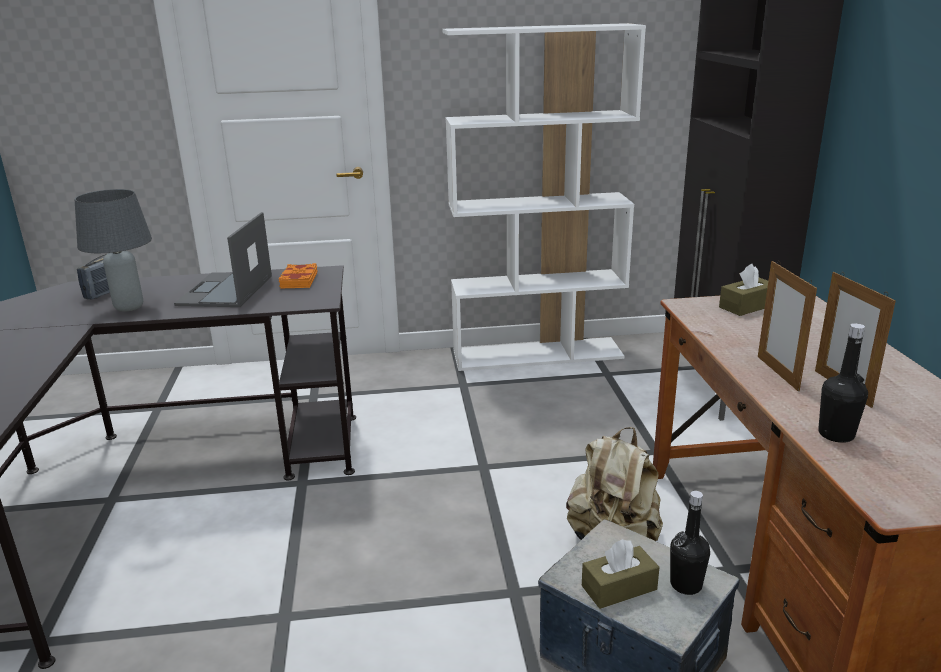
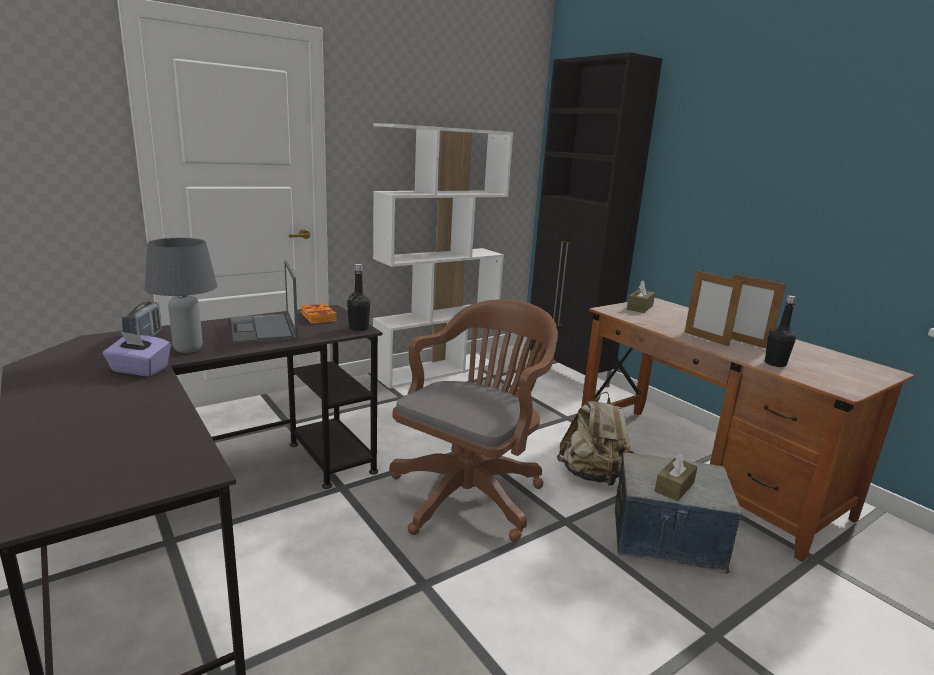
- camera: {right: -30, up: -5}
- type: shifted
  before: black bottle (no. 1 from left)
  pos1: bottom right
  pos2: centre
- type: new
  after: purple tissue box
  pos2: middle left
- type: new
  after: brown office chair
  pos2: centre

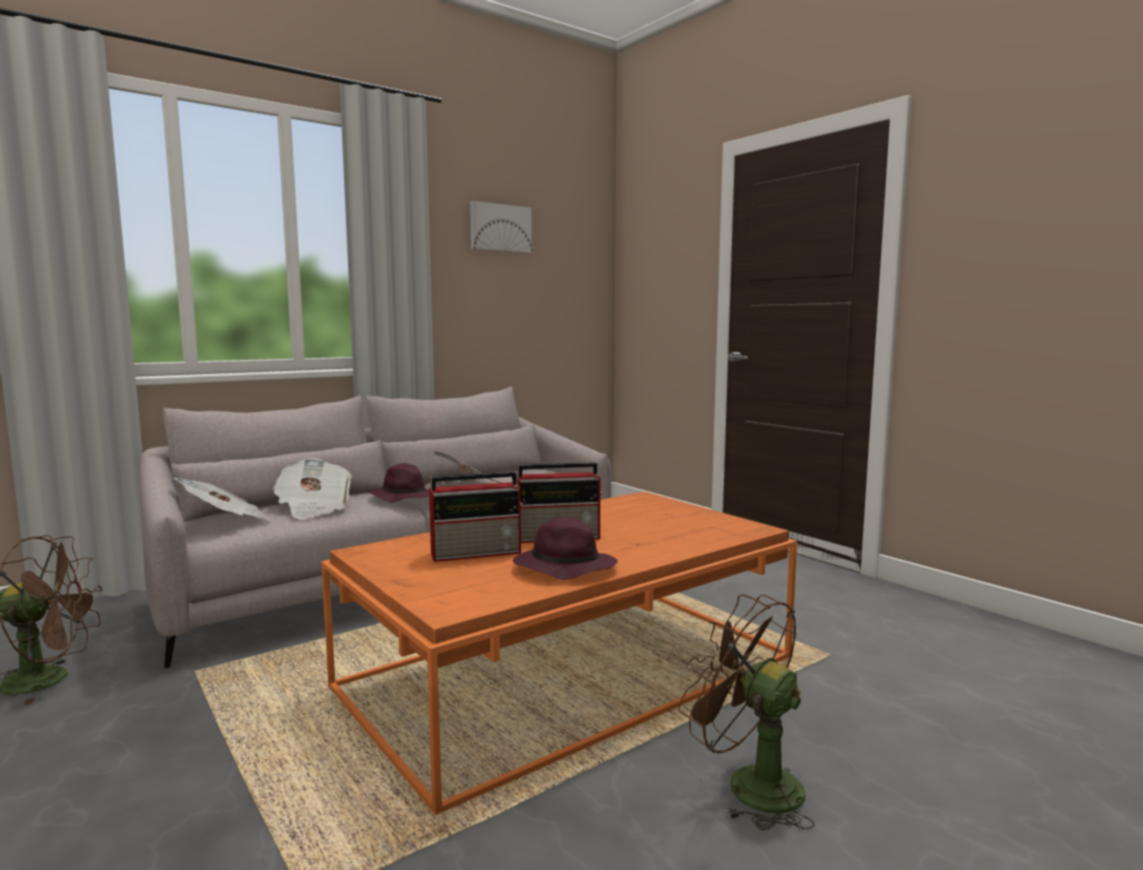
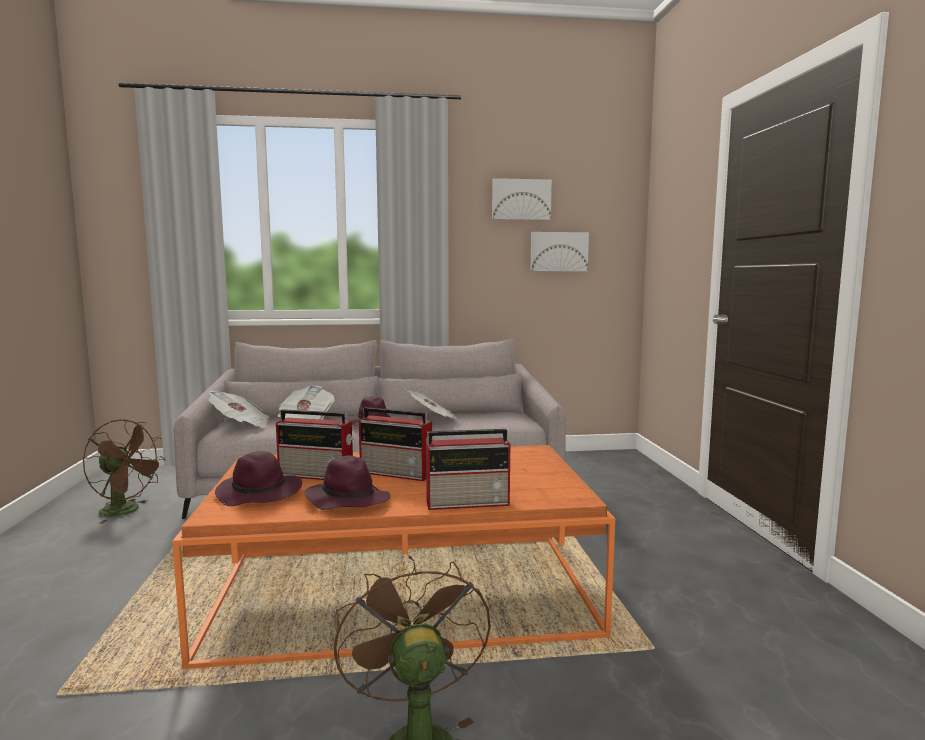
- camera: {right: 30, up: 0}
- type: new
  after: purple hat (no. 1 from left)
  pos2: middle left
- type: new
  after: radio (no. 3 from left)
  pos2: centre
- type: new
  after: picture (no. 2 from left)
  pos2: centre

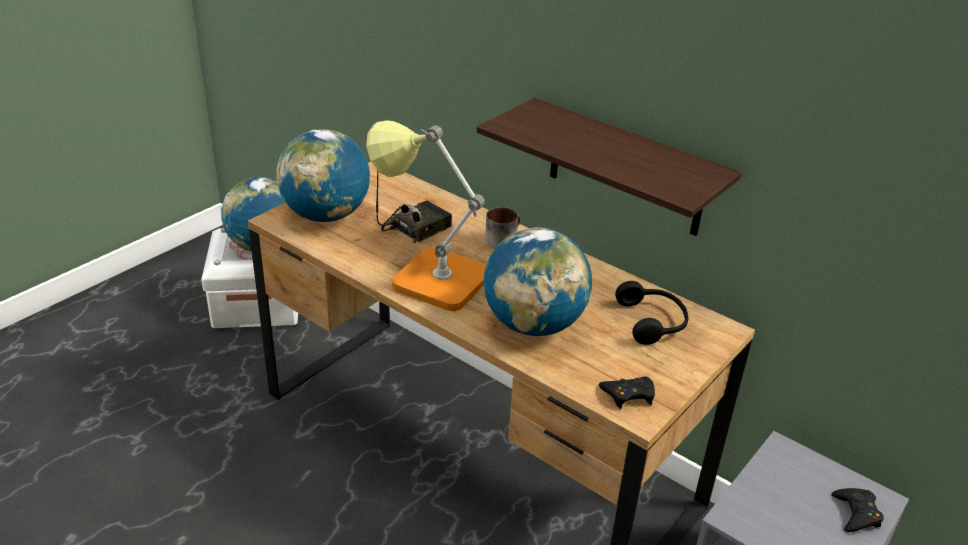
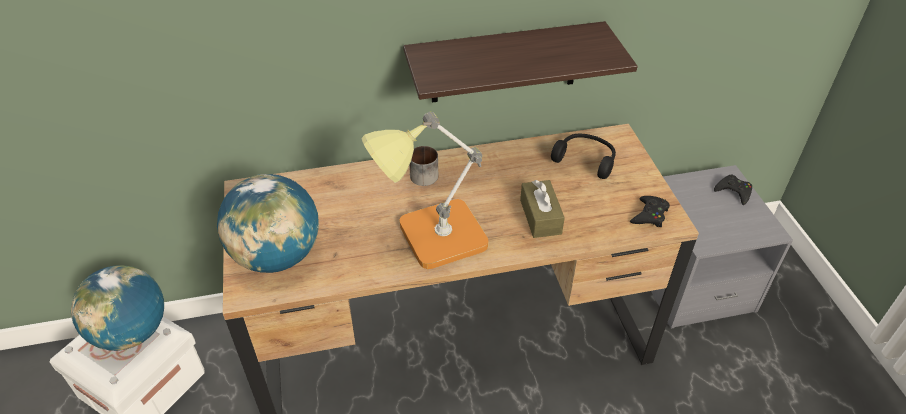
- camera: {right: -50, up: 10}
- type: gone
  before: radio
  pos1: centre
- type: swapped
  before: globe (no. 3 from left)
  after: brown tissue box
  pos1: centre
  pos2: centre

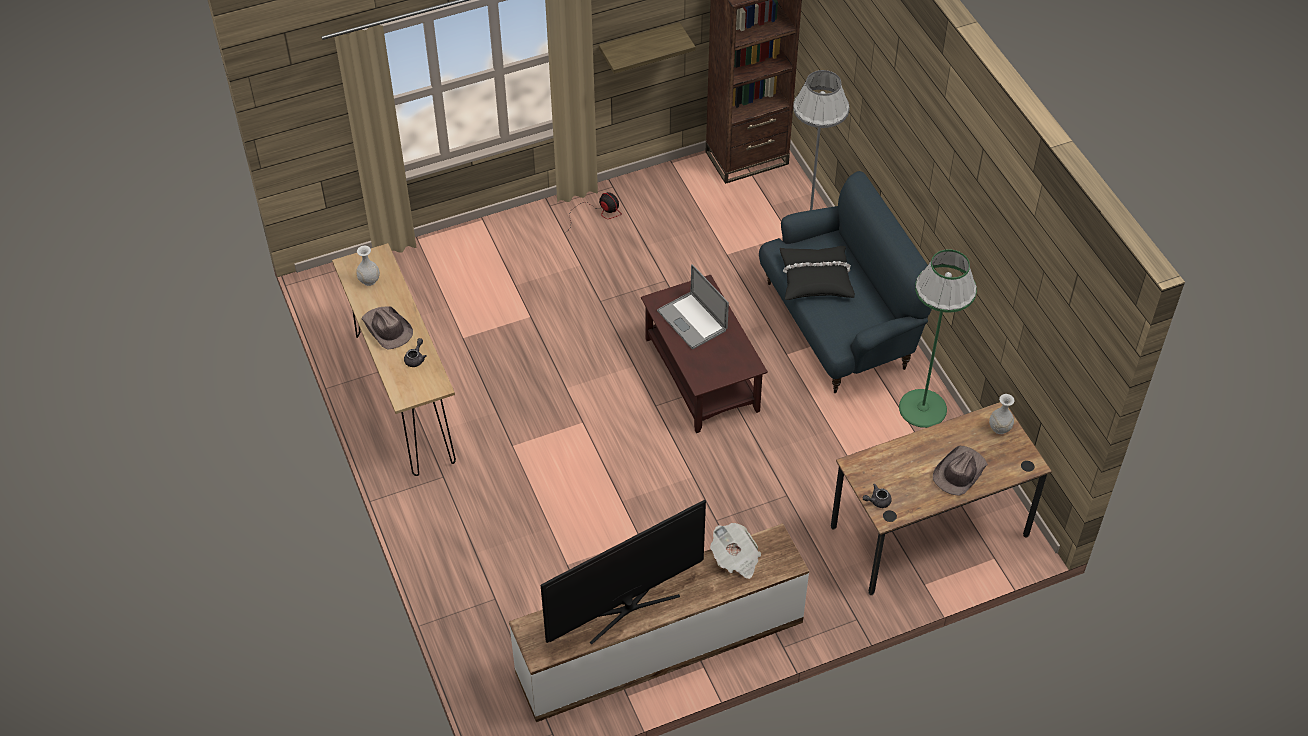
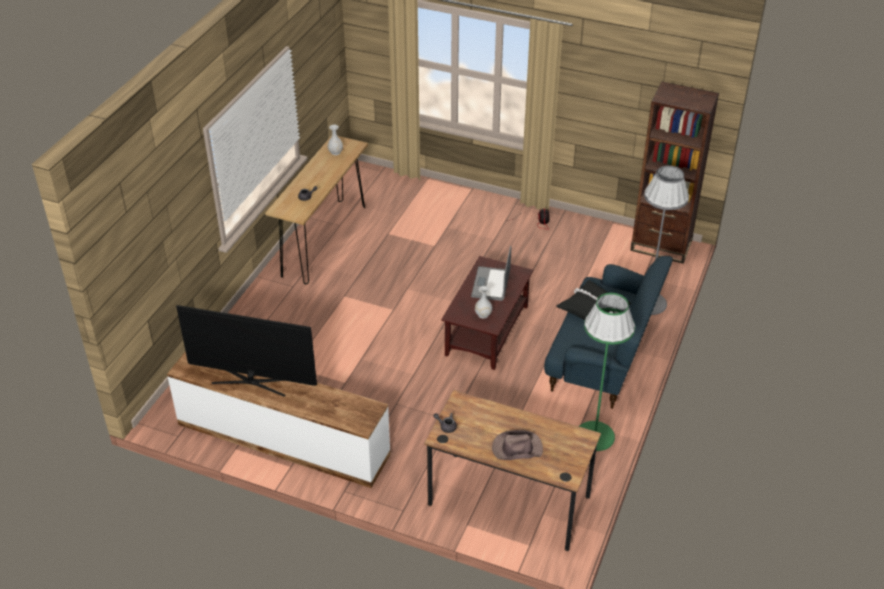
- camera: {right: 45, up: -10}
- type: gone
  before: brown hat (no. 1 from left)
  pos1: middle left
- type: gone
  before: shelf
  pos1: top centre
- type: gone
  before: newspaper
  pos1: bottom centre
- type: shifted
  before: white vase (no. 2 from left)
  pos1: middle right
  pos2: centre

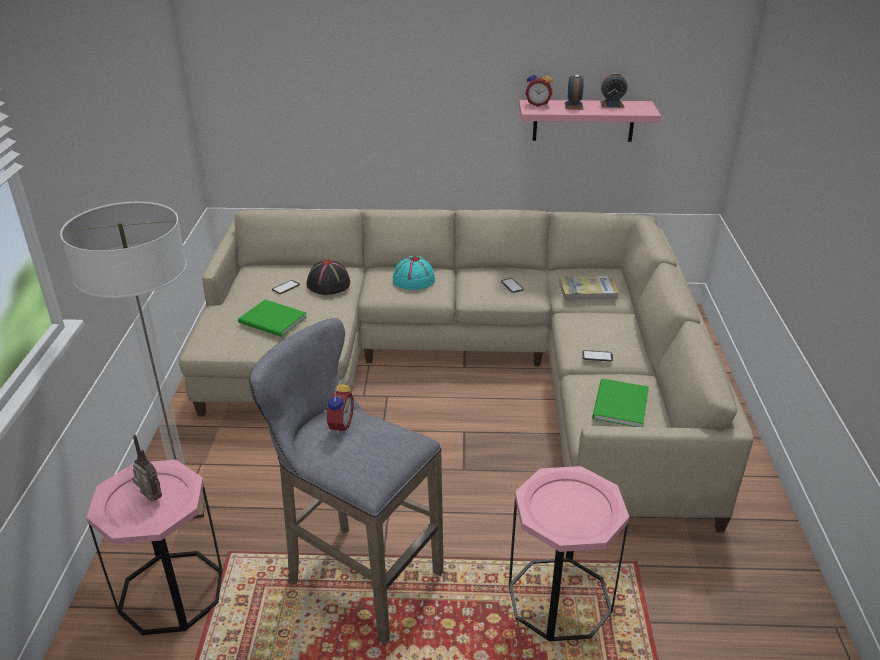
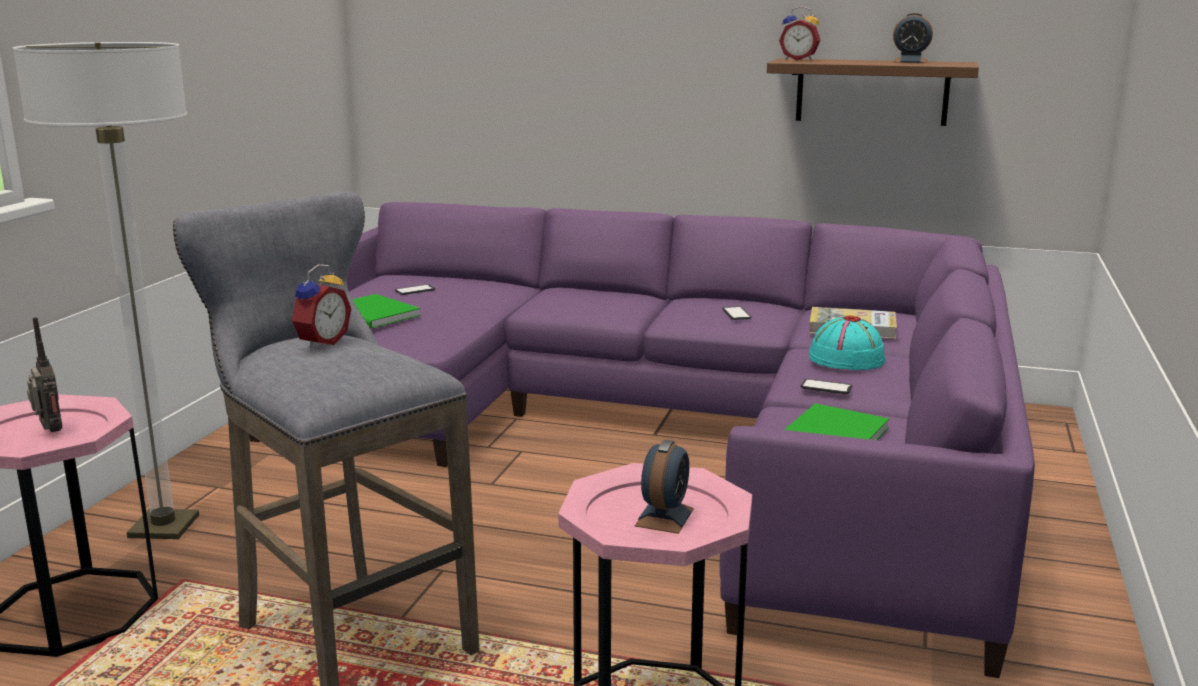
- camera: {right: 15, up: -15}
- type: repainted
  before: beige sofa
  after: purple sofa
  pos1: centre
  pos2: centre
- type: gone
  before: black hat
  pos1: centre
- type: shifted
  before: turquoise hat
  pos1: centre
  pos2: middle right
- type: repainted
  before: pink shelf
  after: brown shelf
  pos1: top right
  pos2: top right
- type: shifted
  before: alarm clock (no. 3 from left in the first image)
  after: alarm clock (no. 2 from left)
  pos1: top centre
  pos2: bottom centre

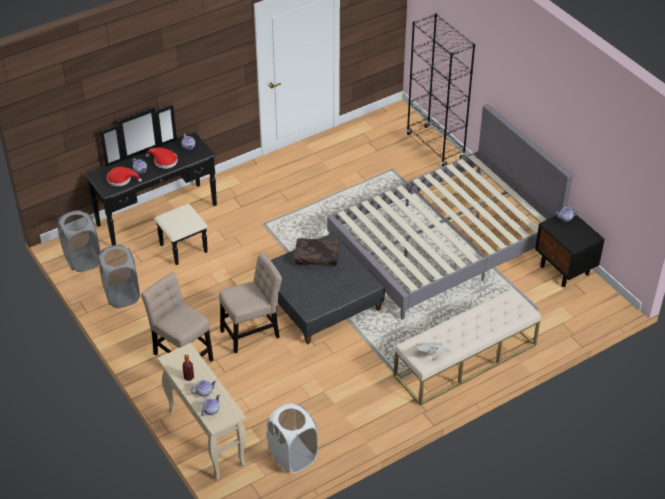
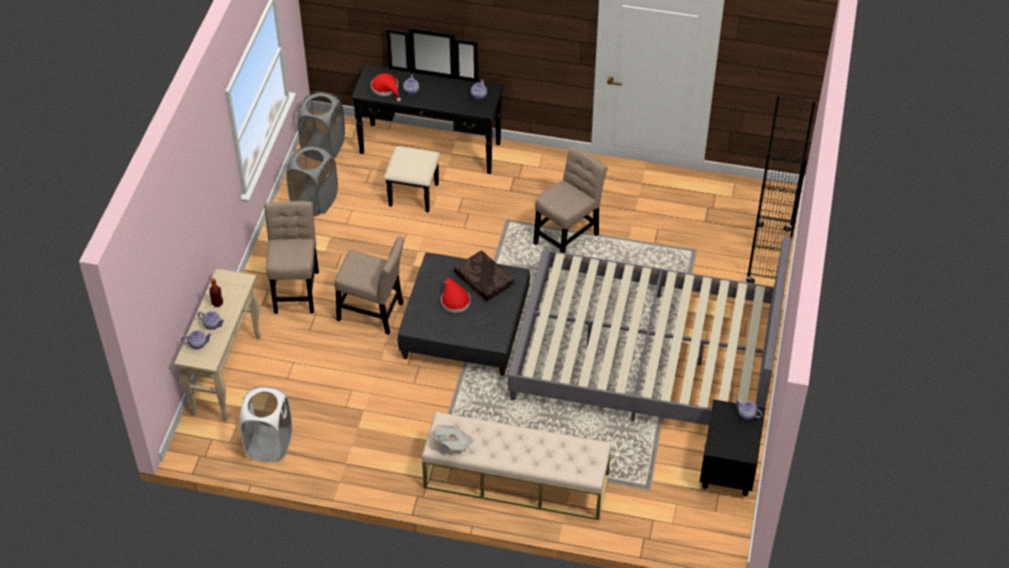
- camera: {right: 45, up: 5}
- type: shifted
  before: red hat (no. 2 from left)
  pos1: top left
  pos2: centre
- type: new
  after: beige chair (no. 3 from left)
  pos2: centre

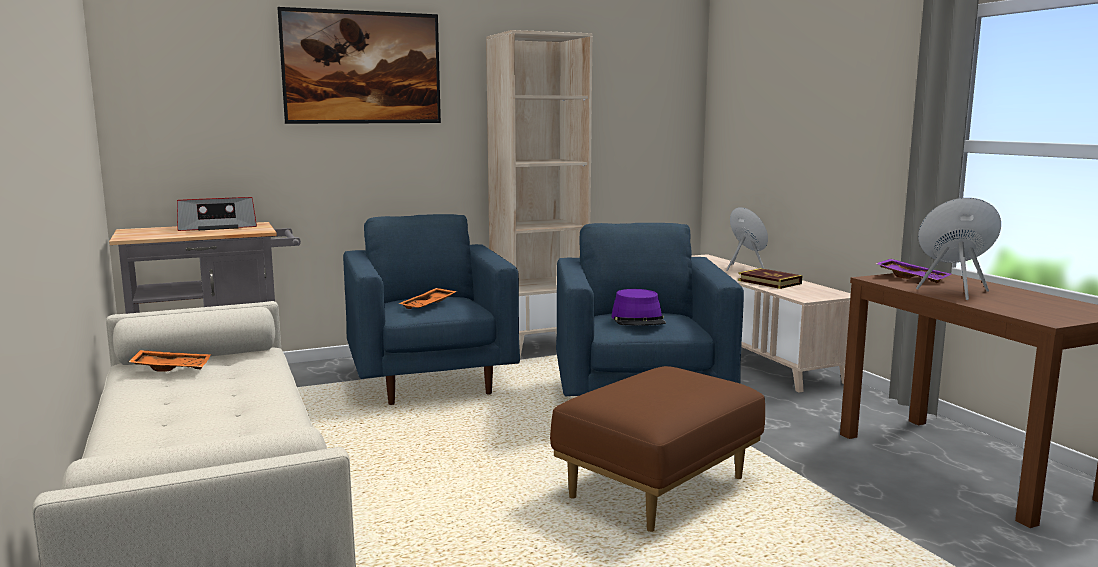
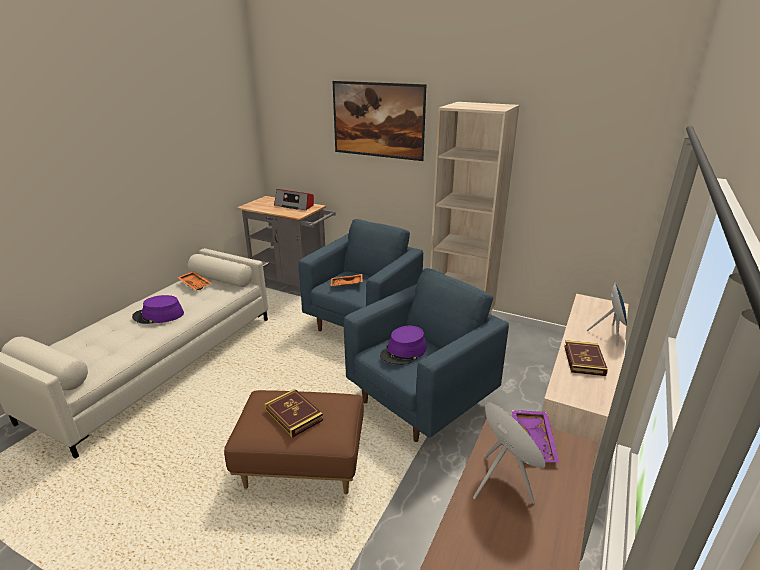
- camera: {right: 50, up: 15}
- type: new
  after: purple hat (no. 1 from left)
  pos2: middle left
- type: new
  after: book (no. 1 from left)
  pos2: bottom centre

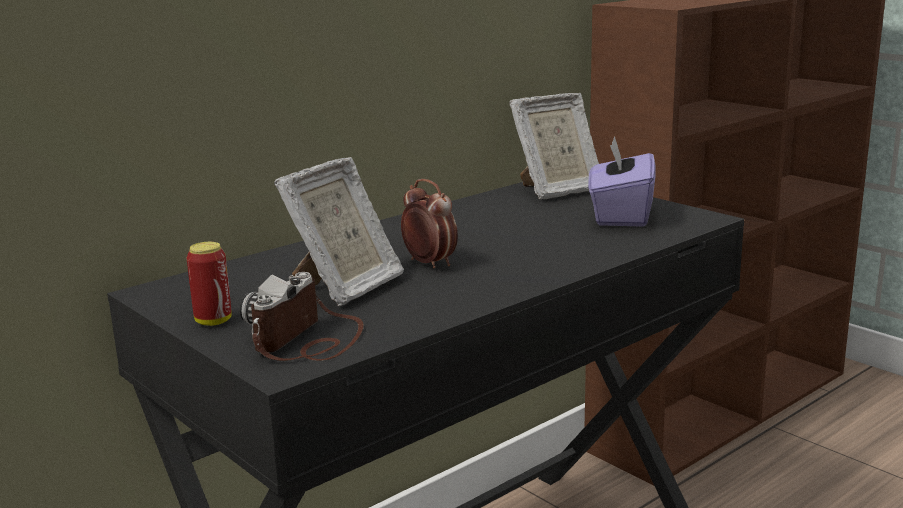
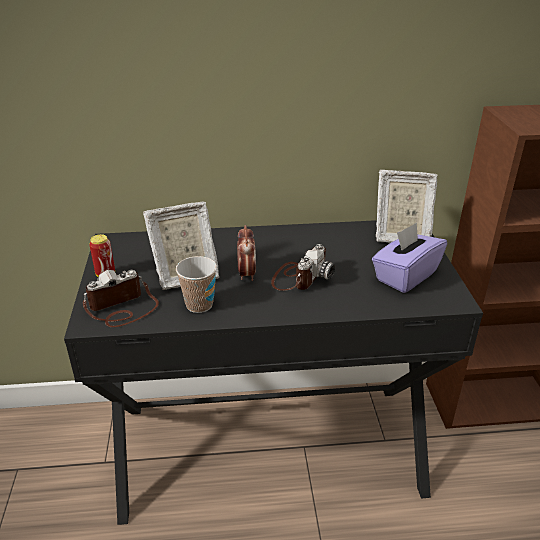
- camera: {right: 35, up: 15}
- type: new
  after: cup
  pos2: centre
- type: new
  after: photo camera (no. 2 from left)
  pos2: centre

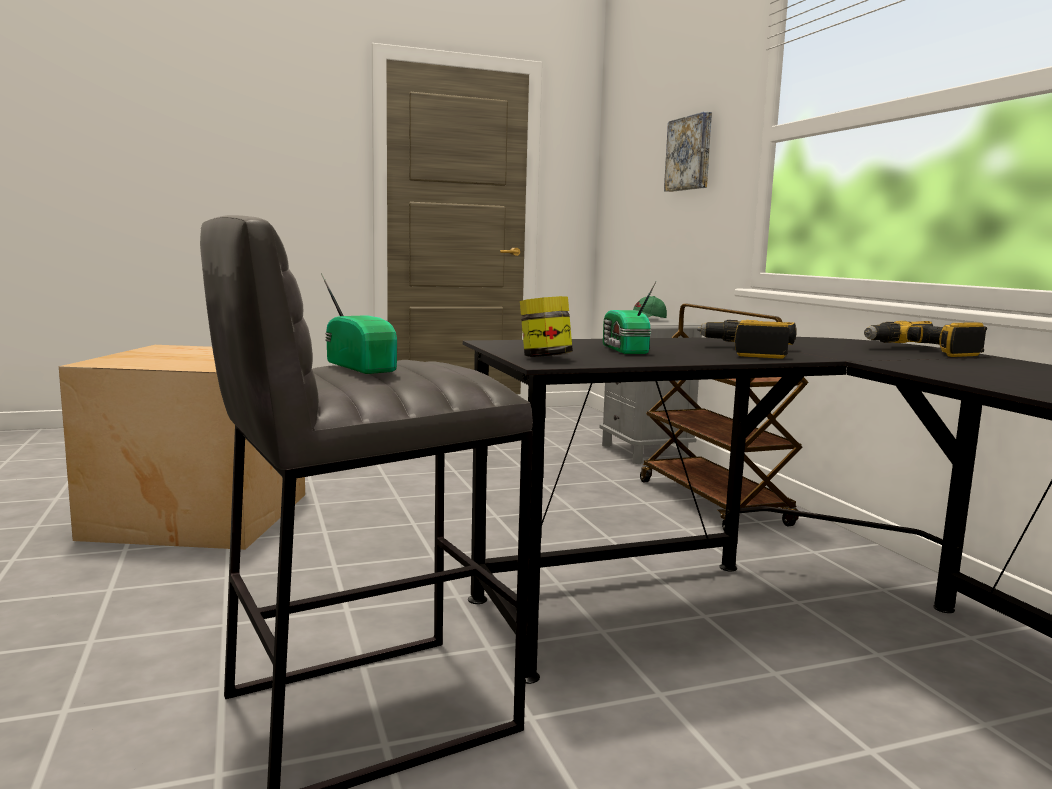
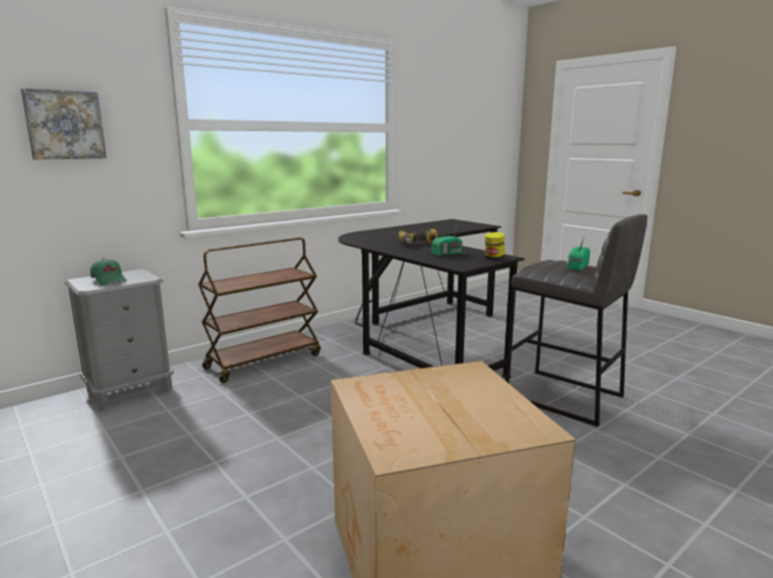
- camera: {right: -110, up: 5}
- type: gone
  before: power drill (no. 2 from left)
  pos1: middle right

